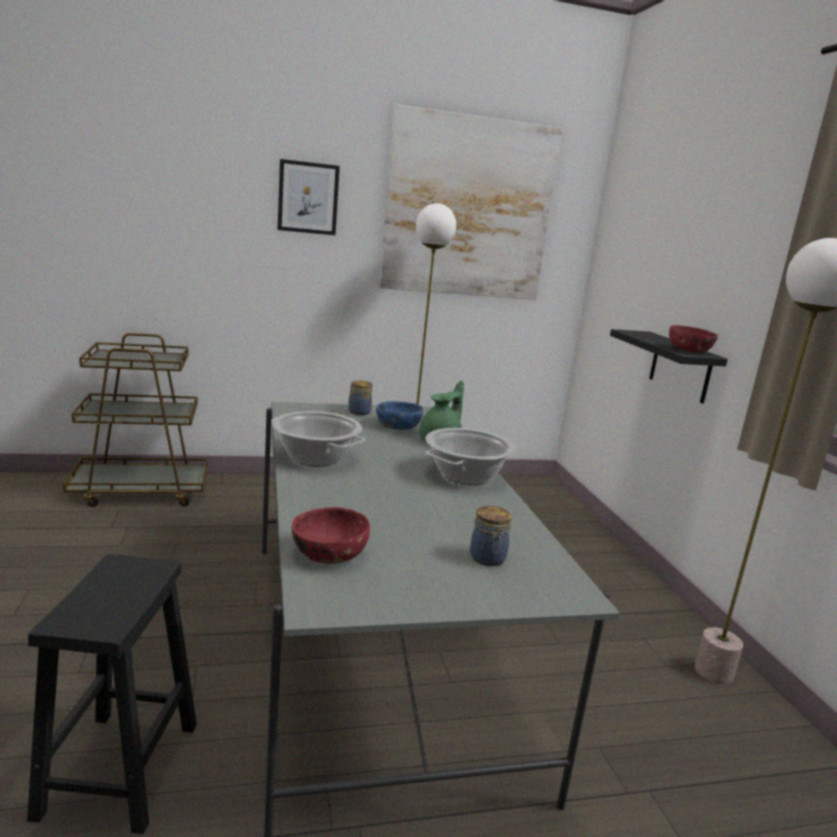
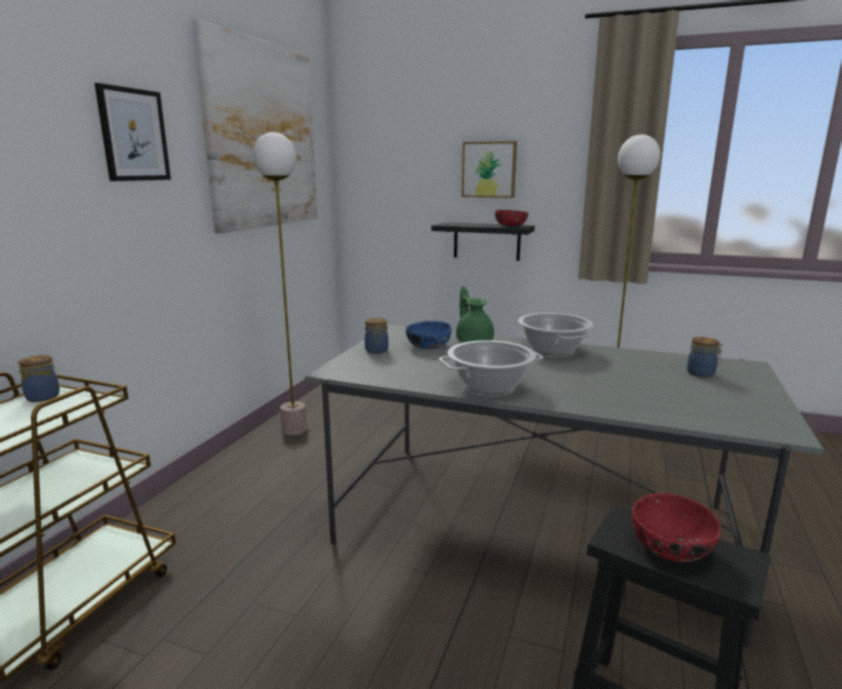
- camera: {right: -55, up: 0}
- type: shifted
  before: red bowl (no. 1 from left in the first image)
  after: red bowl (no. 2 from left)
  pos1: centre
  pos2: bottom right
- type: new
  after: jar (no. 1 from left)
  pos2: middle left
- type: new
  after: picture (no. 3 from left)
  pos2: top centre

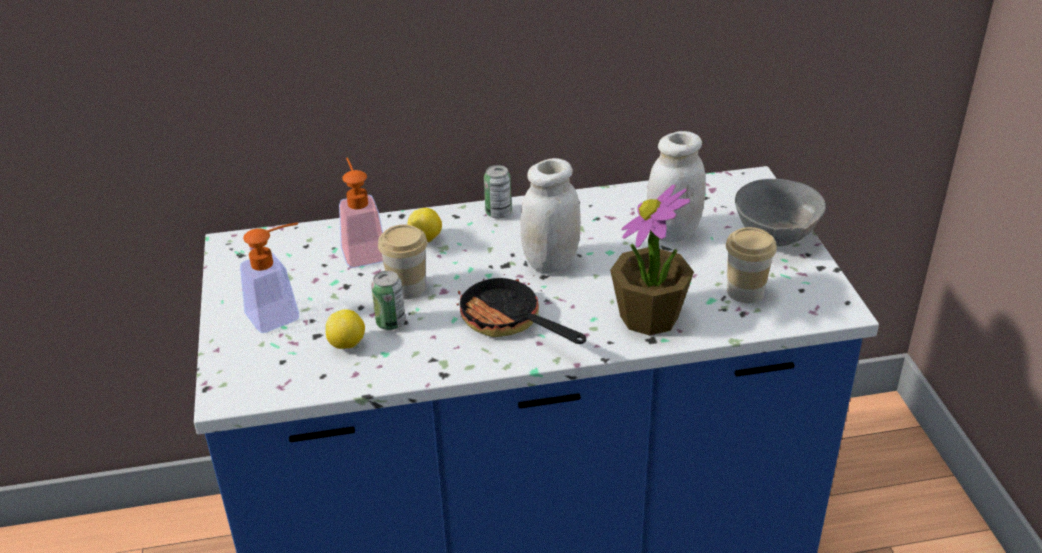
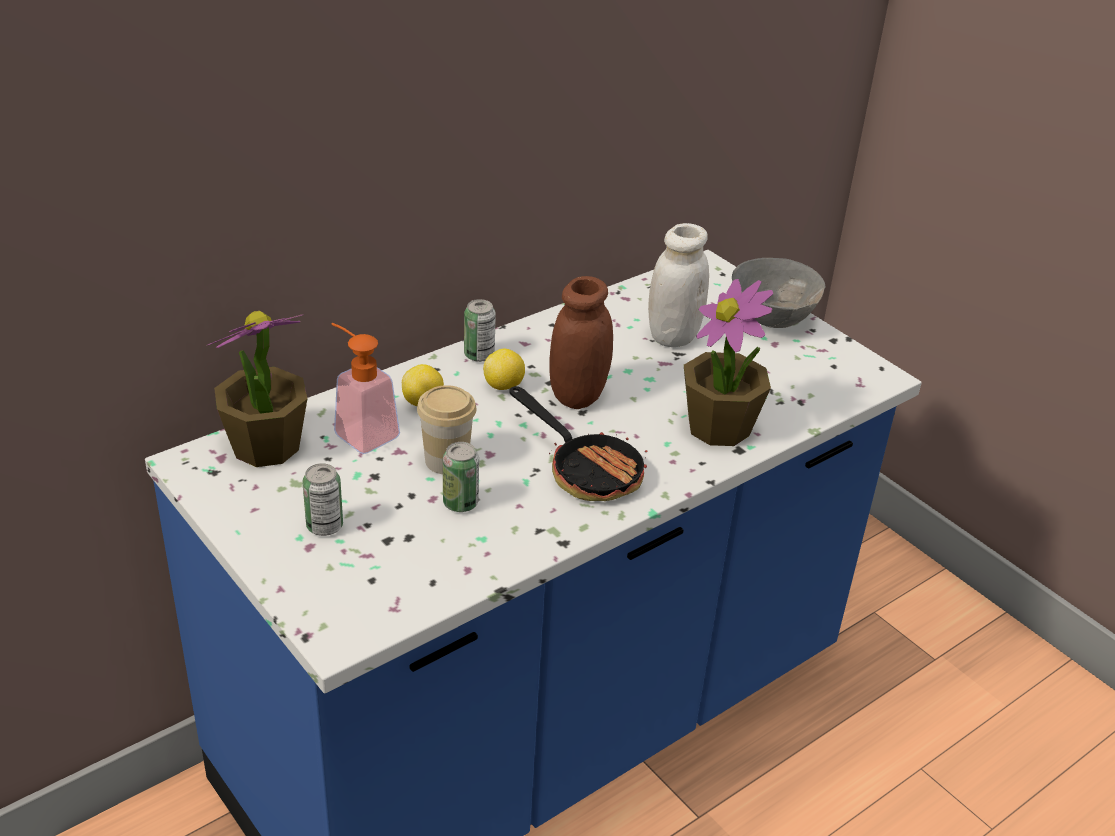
- camera: {right: -30, up: 0}
- type: swapped
  before: soap dispenser (no. 1 from left)
  after: can (no. 1 from left)
  pos1: middle left
  pos2: middle left
- type: shifted
  before: lemon (no. 1 from left in the first image)
  after: lemon (no. 2 from left)
  pos1: middle left
  pos2: centre
- type: rotated
  before: frying pan
  pos1: centre
  pos2: centre
  turn: -150
- type: repainted
  before: white jar (no. 1 from left)
  after: brown jar
  pos1: centre
  pos2: centre
- type: gone
  before: cup (no. 2 from left)
  pos1: middle right
- type: new
  after: potted plant (no. 1 from left)
  pos2: middle left

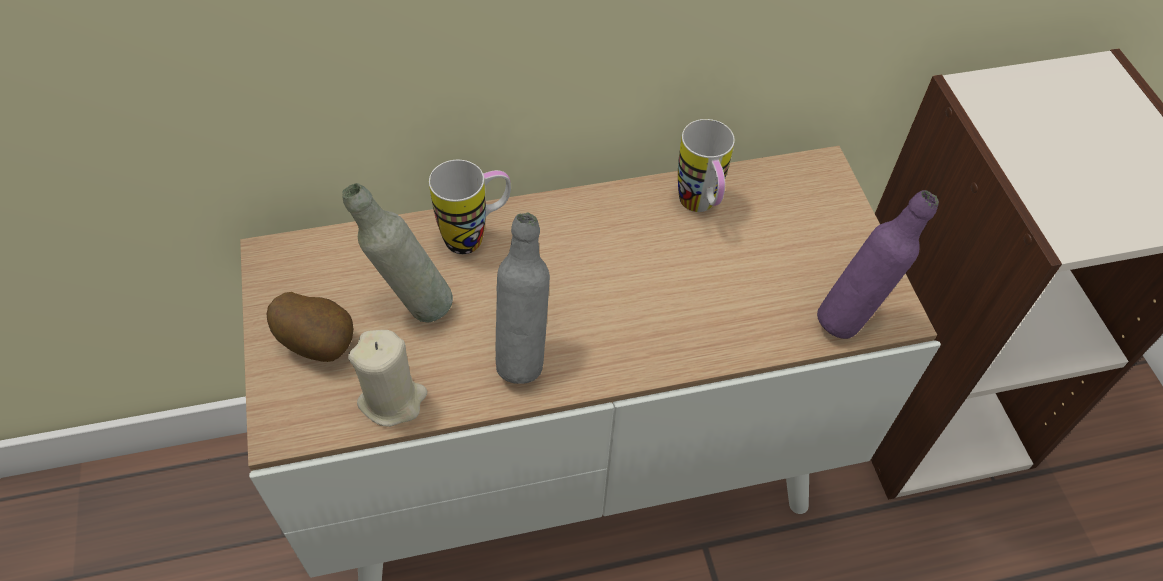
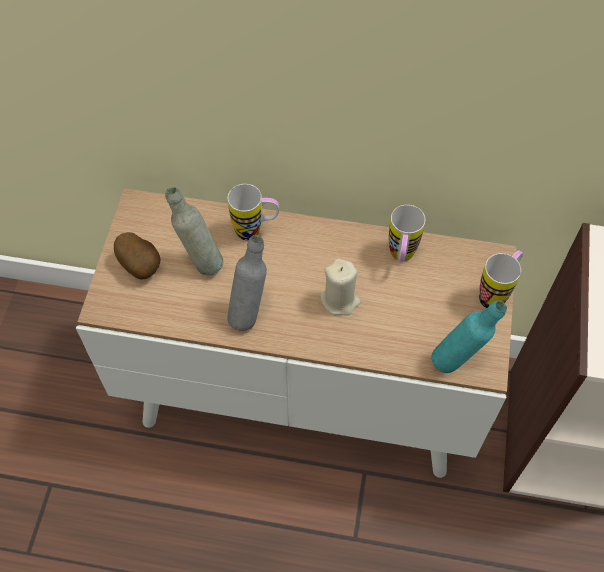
- camera: {right: 25, up: 5}
- type: shifted
  before: beige candle
  pos1: middle left
  pos2: centre
- type: repainted
  before: purple bottle
  after: turquoise bottle
  pos1: middle right
  pos2: middle right
- type: new
  after: mug (no. 3 from left)
  pos2: middle right

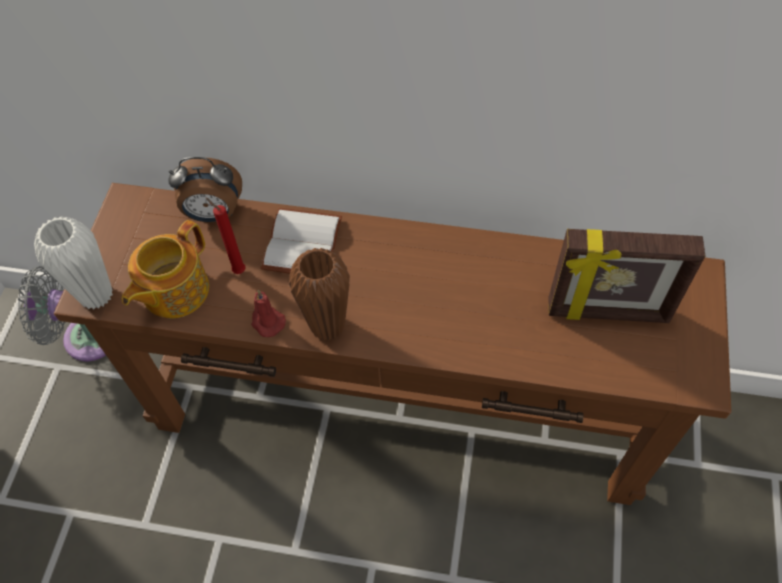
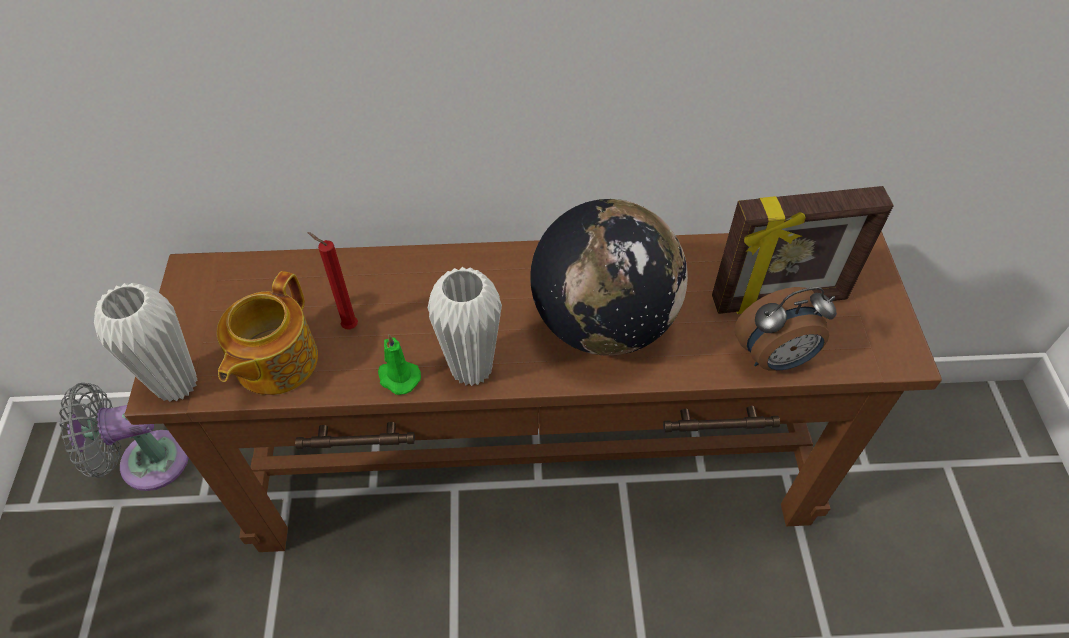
- camera: {right: -15, up: -5}
- type: shifted
  before: alarm clock
  pos1: top left
  pos2: middle right
- type: repainted
  before: red candle (no. 2 from left)
  after: green candle
  pos1: centre
  pos2: centre
- type: gone
  before: white book
  pos1: centre
- type: repainted
  before: brown vase
  after: white vase (no. 2 from left)
  pos1: centre
  pos2: centre
- type: new
  after: globe
  pos2: centre

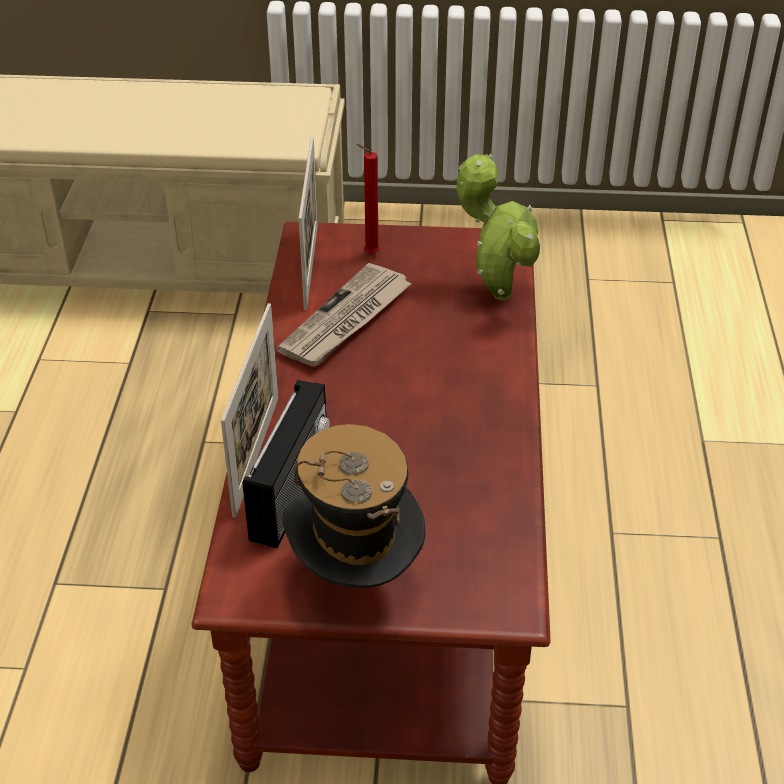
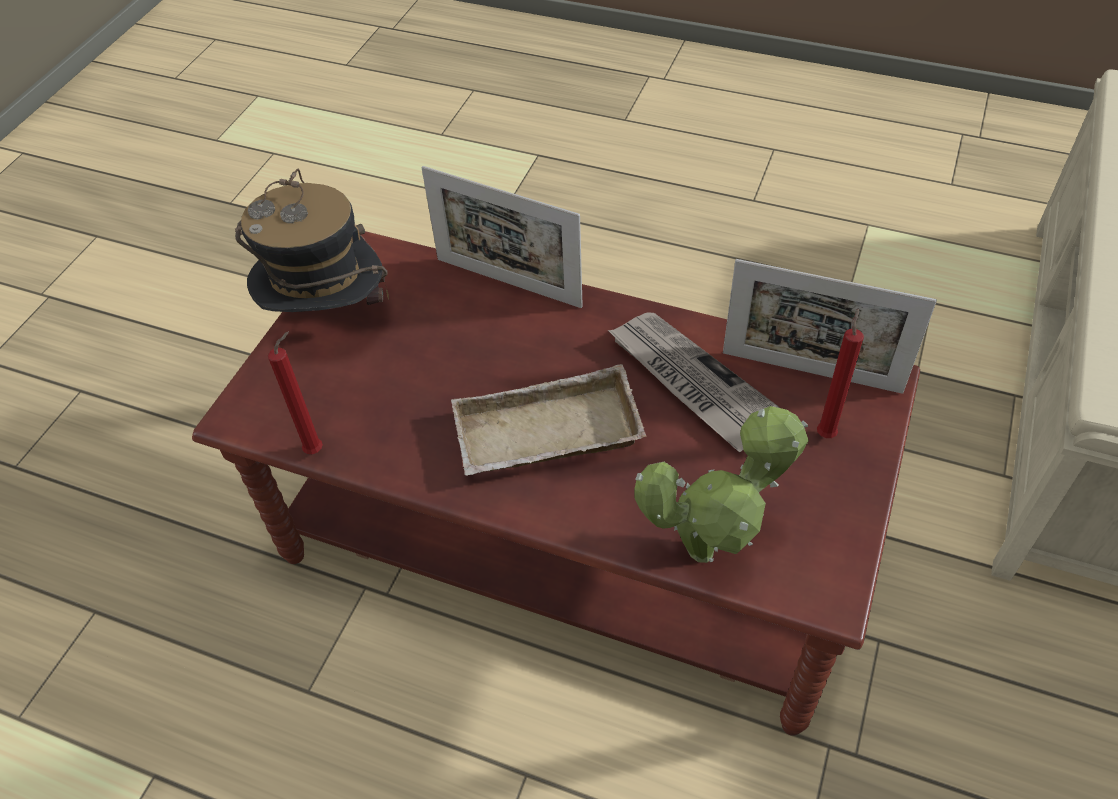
- camera: {right: 110, up: 10}
- type: gone
  before: radio
  pos1: centre
- type: new
  after: red candle (no. 1 from left)
  pos2: middle left
- type: new
  after: beige tray
  pos2: centre

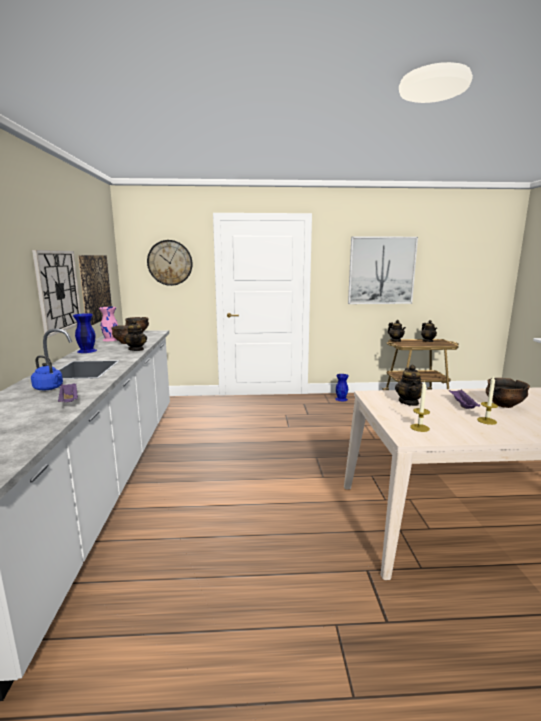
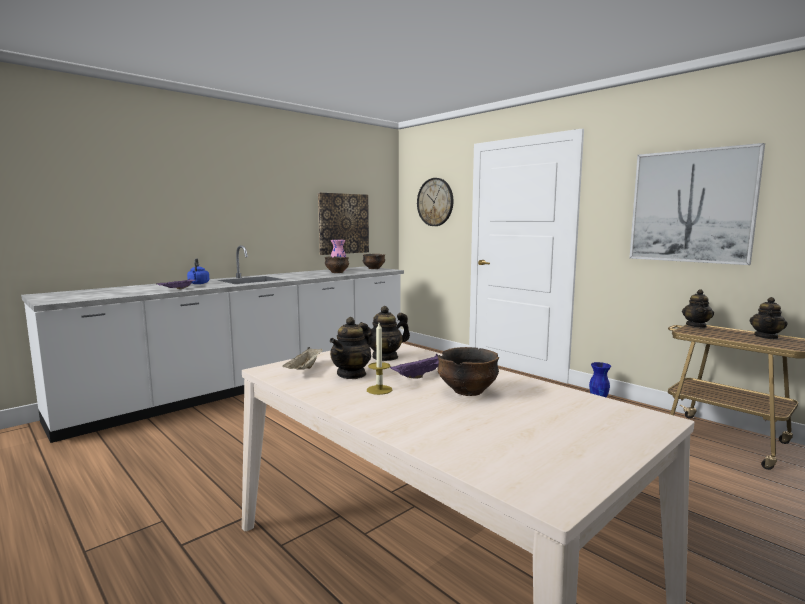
- camera: {right: 50, up: -5}
- type: gone
  before: wall clock (no. 1 from left)
  pos1: middle left
- type: gone
  before: blue vase (no. 1 from left)
  pos1: middle left
- type: shifted
  before: teapot (no. 1 from left)
  pos1: middle left
  pos2: centre
- type: swapped
  before: candle (no. 1 from left)
  after: beige tray
  pos1: middle right
  pos2: centre

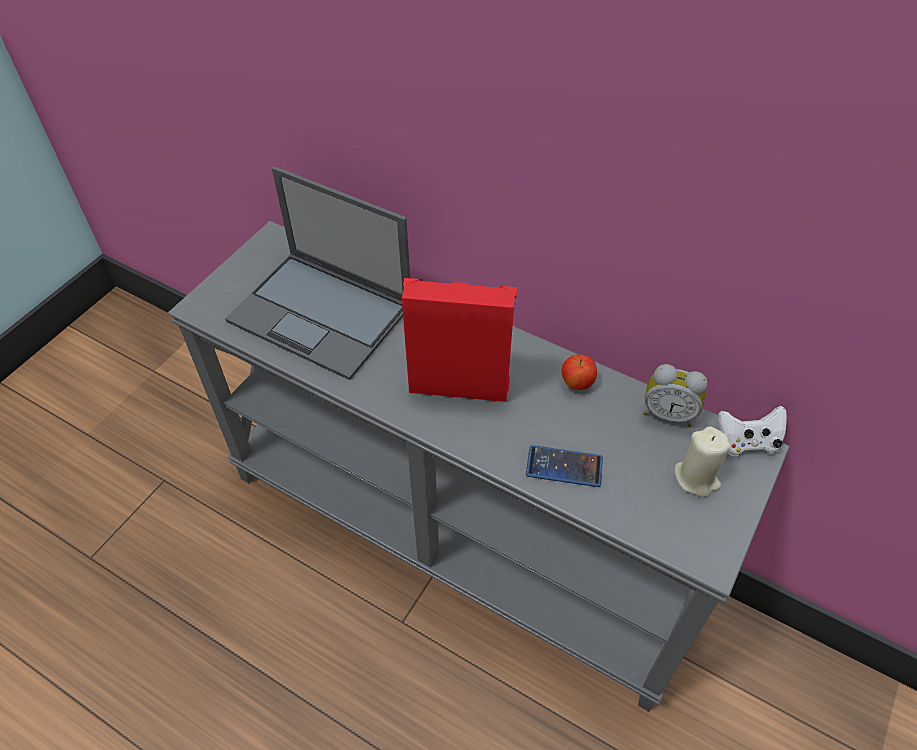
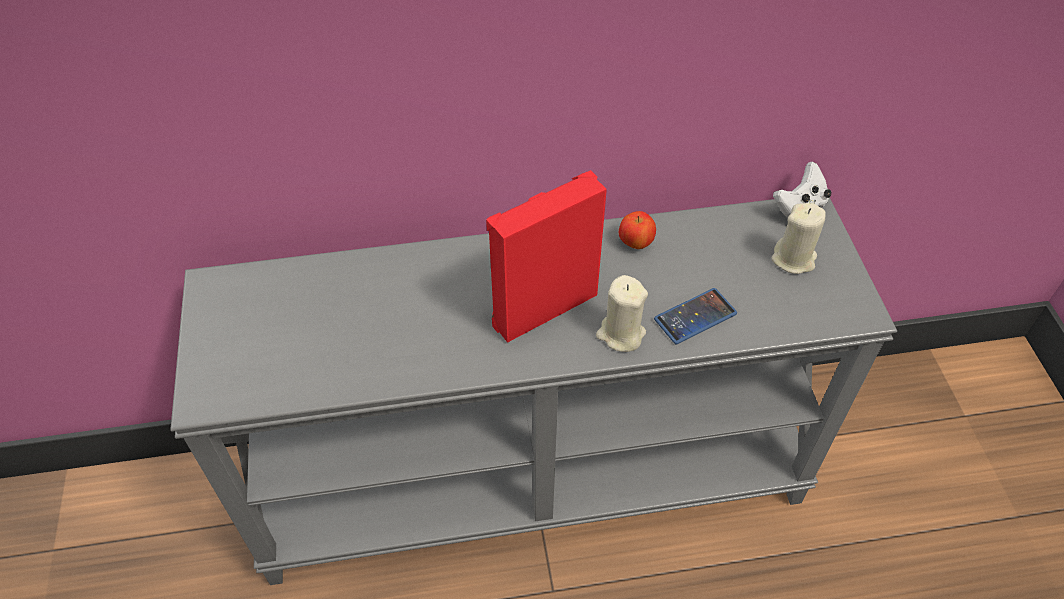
- camera: {right: -40, up: 0}
- type: gone
  before: laptop
  pos1: centre
- type: gone
  before: alarm clock
  pos1: middle right
- type: new
  after: beige candle (no. 1 from left)
  pos2: centre

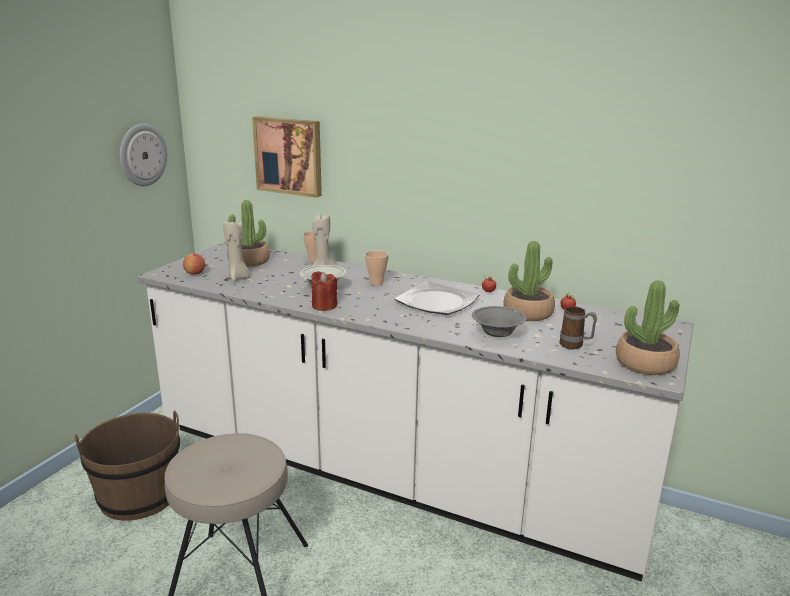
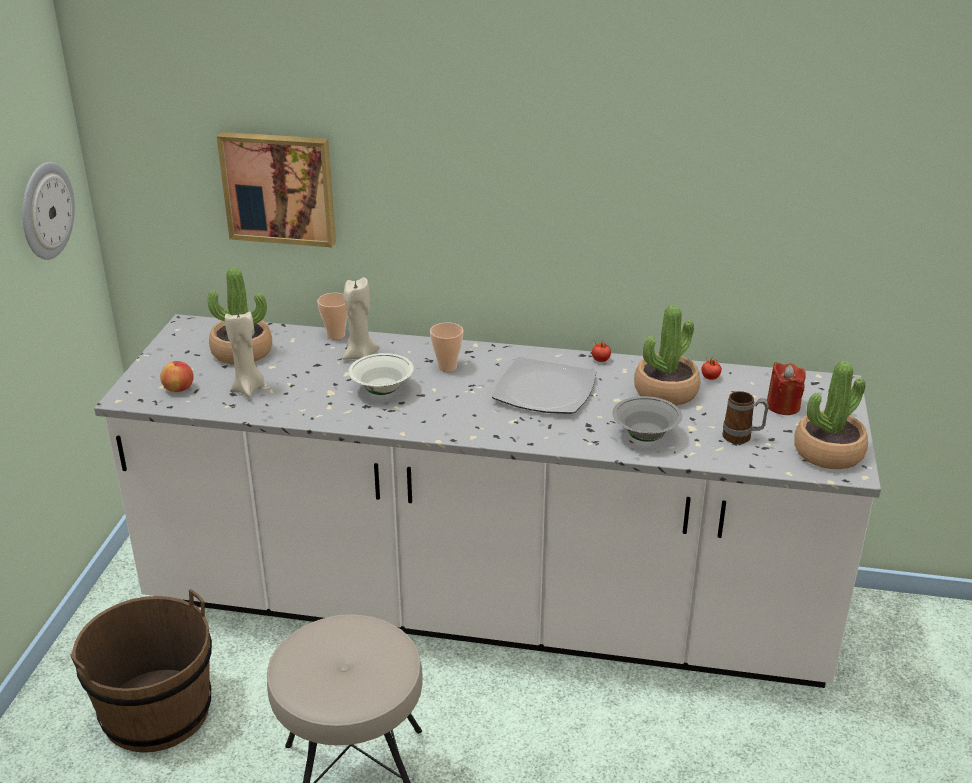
- camera: {right: -15, up: 10}
- type: shifted
  before: red candle
  pos1: centre
  pos2: middle right

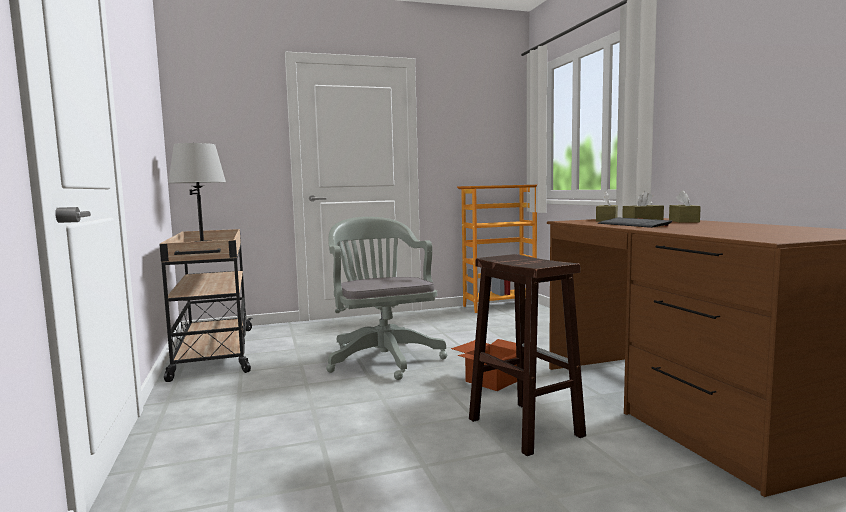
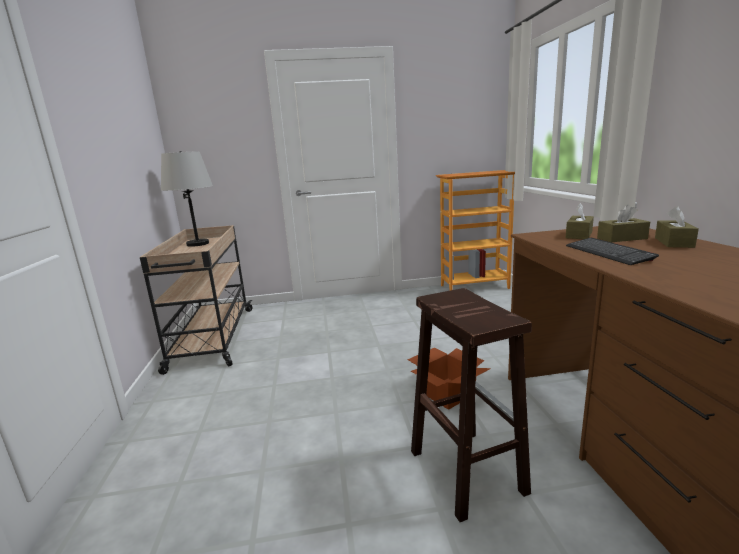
- camera: {right: 10, up: 10}
- type: gone
  before: grey office chair
  pos1: centre

